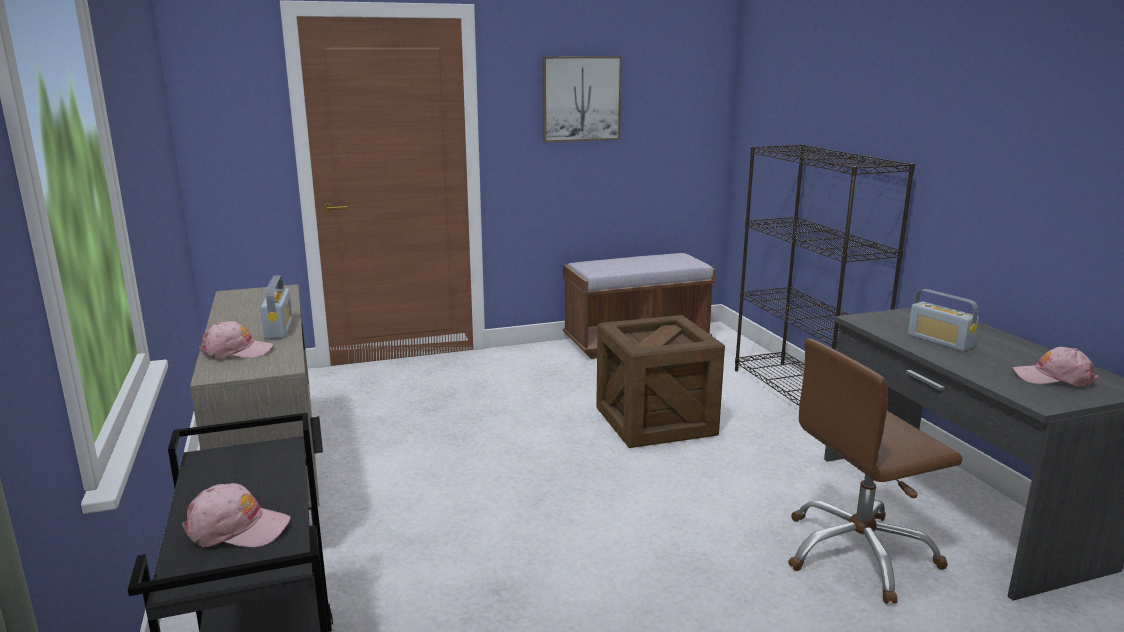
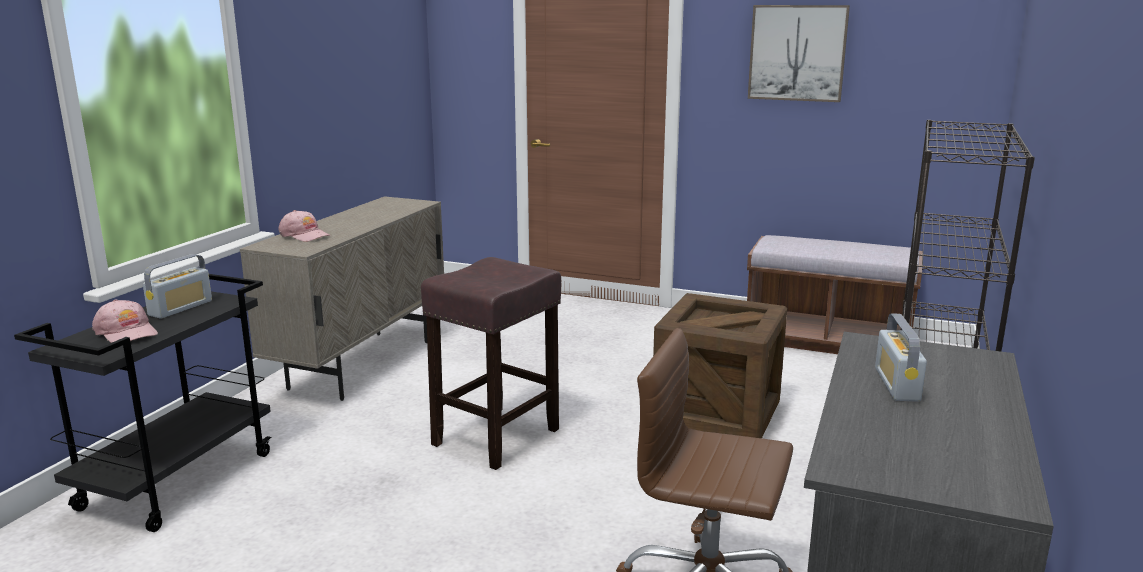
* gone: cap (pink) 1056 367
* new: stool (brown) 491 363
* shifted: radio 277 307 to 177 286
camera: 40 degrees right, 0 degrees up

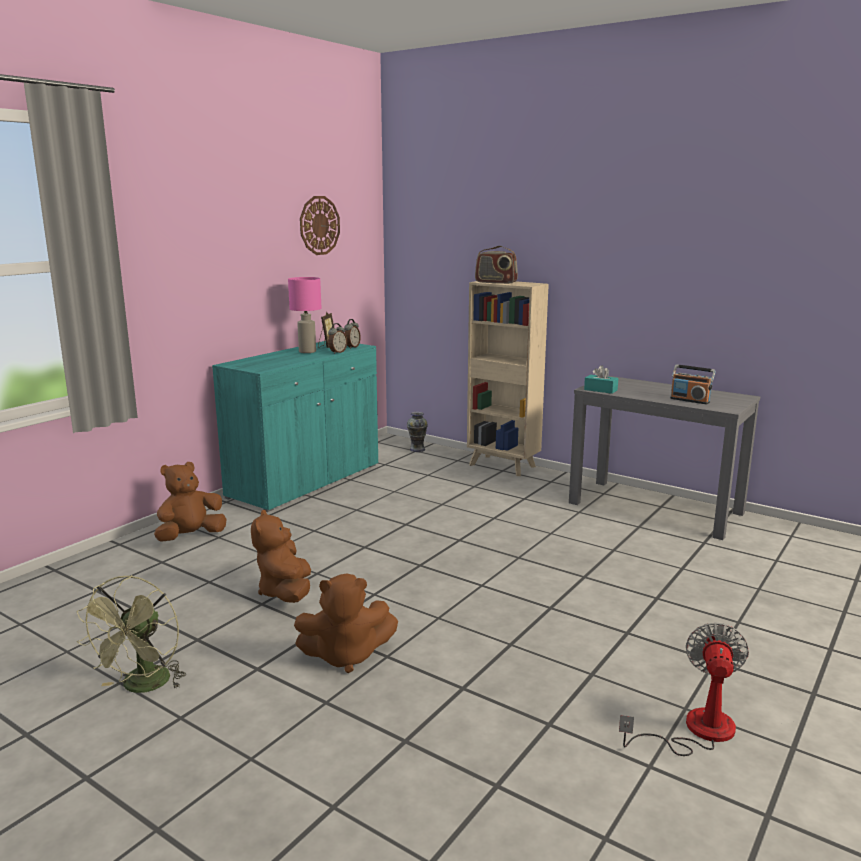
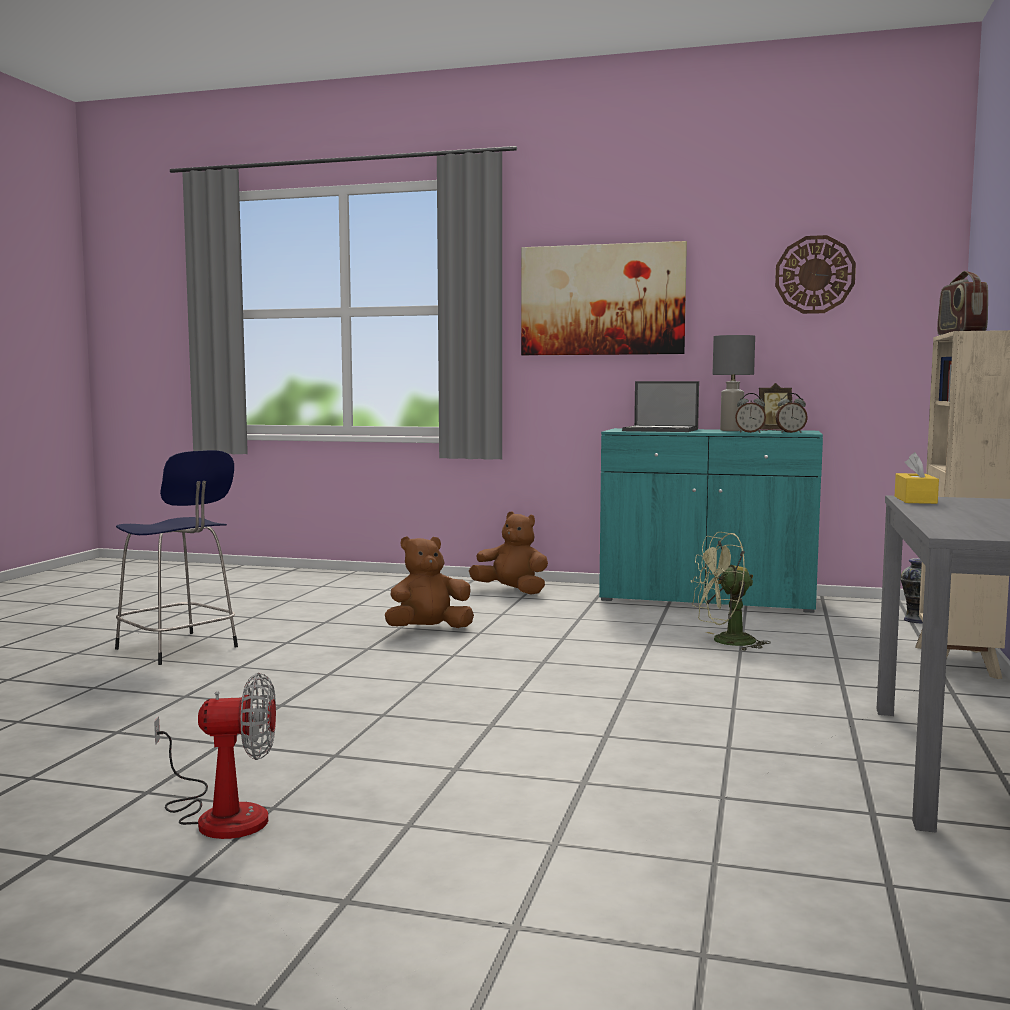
* gone: plush toy (brown) 346 623
* gone: radio 693 384
* new: stool (blue) 176 557
* new: picture 604 298
* new: laptop 660 406
* shifted: fan (green) 131 634 to 731 591
* repainted: table lamp (pink) 305 315 to table lamp (grey) 734 383
* repainted: tissue box (turquoise) 601 380 to tissue box (yellow) 917 478
camera: 70 degrees right, 10 degrees down

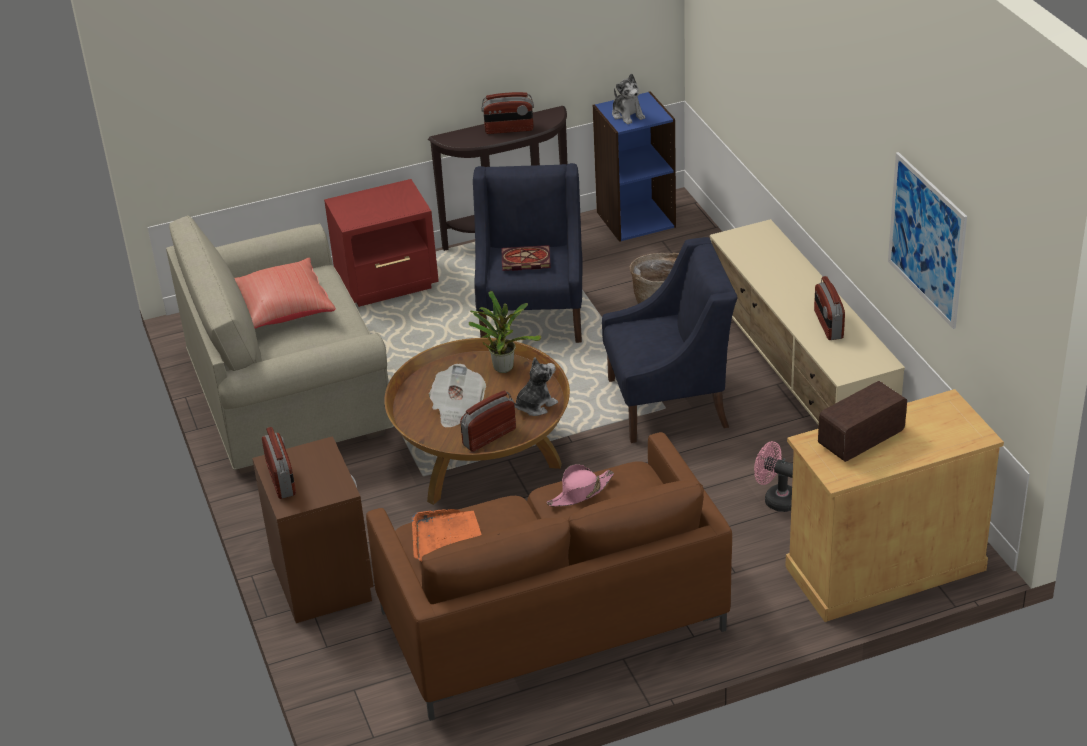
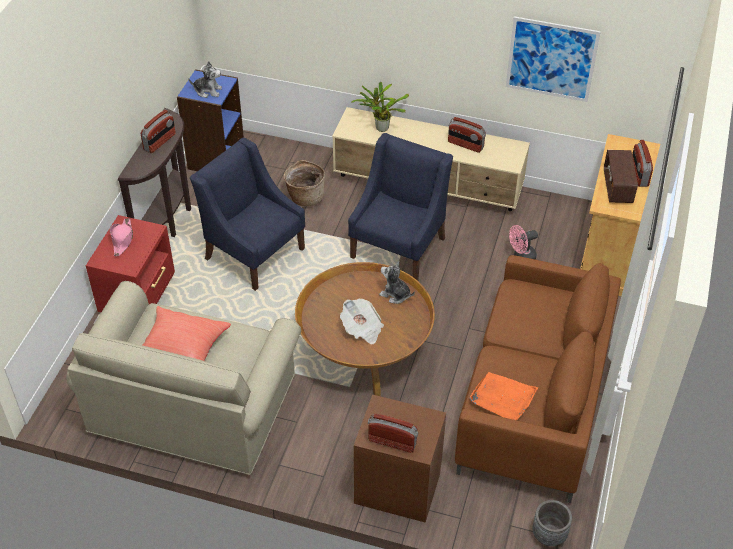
* gone: book 526 258
* new: planter (grey) 552 523
* shifted: radio 488 421 to 642 163
* shifted: potted plant 505 332 to 380 107
* shifted: hat (pink) 580 485 to 121 237
* rotated: plush toy 536 386 = 397 283 60 degrees counterclockwise
camera: 55 degrees left, 10 degrees up

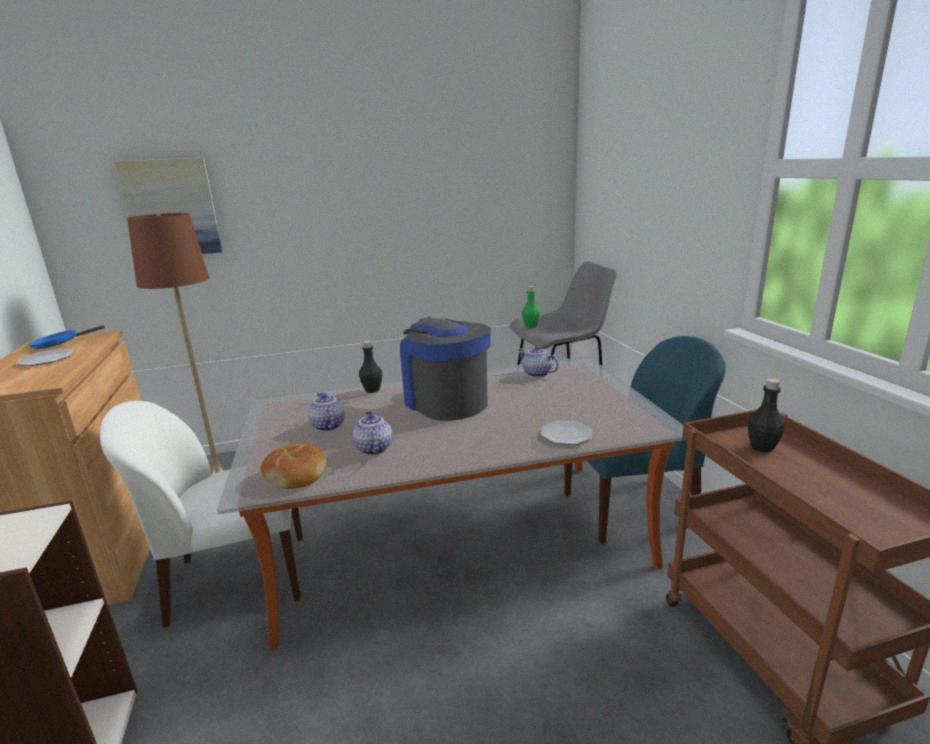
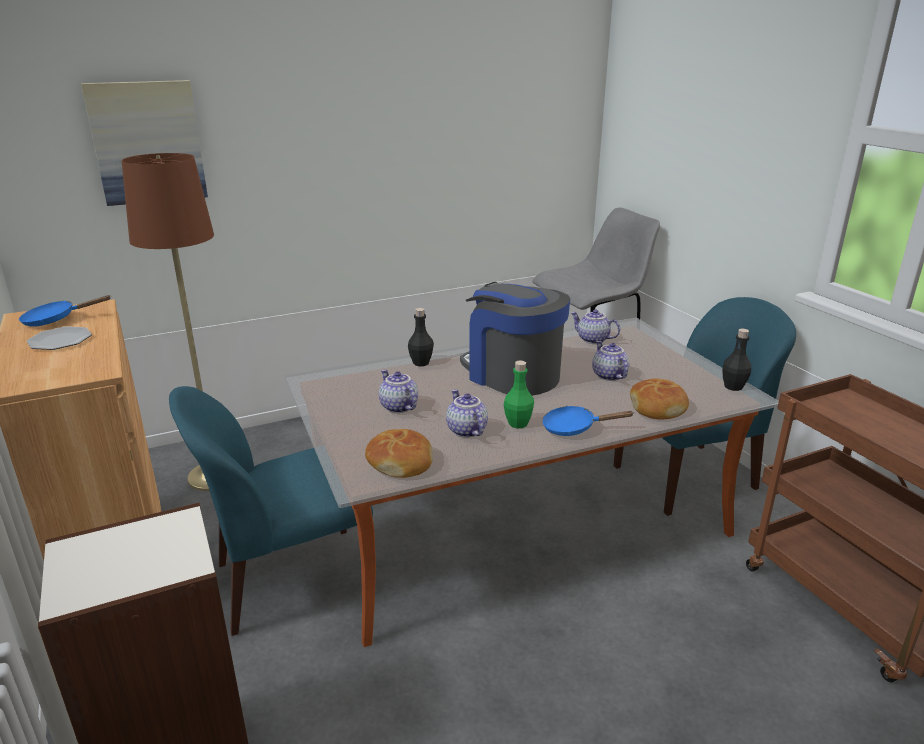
* new: frying pan (blue) 588 421
* new: teapot 610 361
* shifted: bottle (green) 531 307 to 519 394
* shifted: bottle (black) 766 415 to 737 360
* swapped: plate 566 433 to bread 659 399
* repainted: chair (white) 201 514 to chair (blue) 271 511
camera: 10 degrees left, 5 degrees up

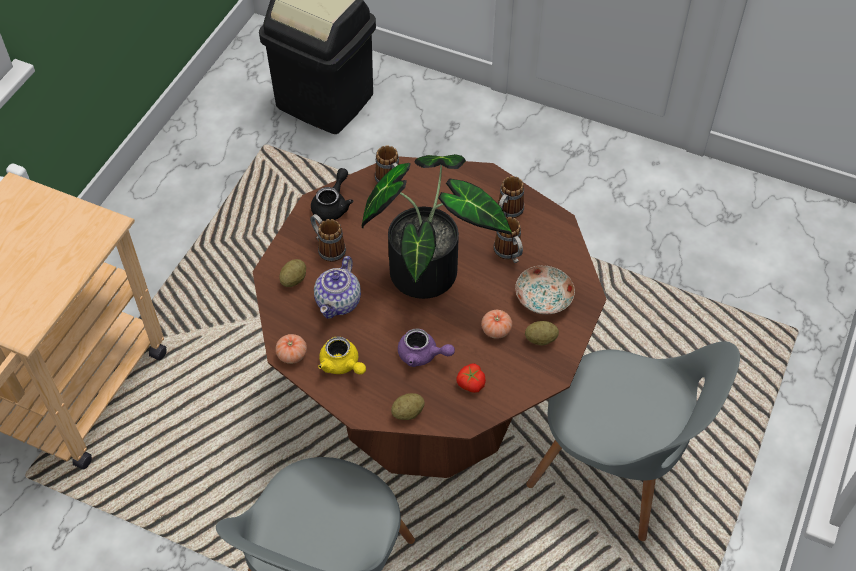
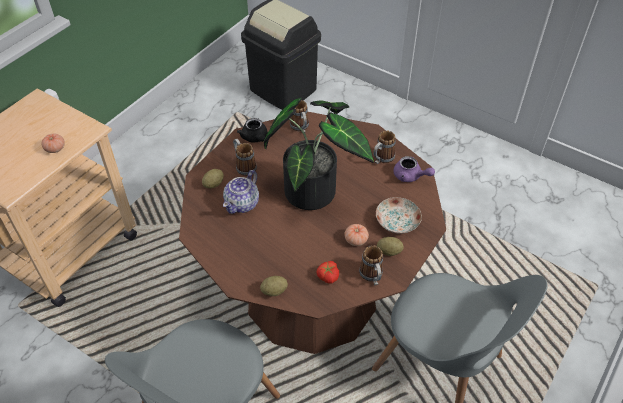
* gone: teapot (yellow) 342 355
* shifted: tomato 291 349 to 53 143
* shifted: teapot (purple) 426 348 to 414 169
* shifted: mug 508 240 to 371 265
* rotated: teapot (black) 332 194 = 252 130 120 degrees clockwise
camera: 10 degrees right, 5 degrees down

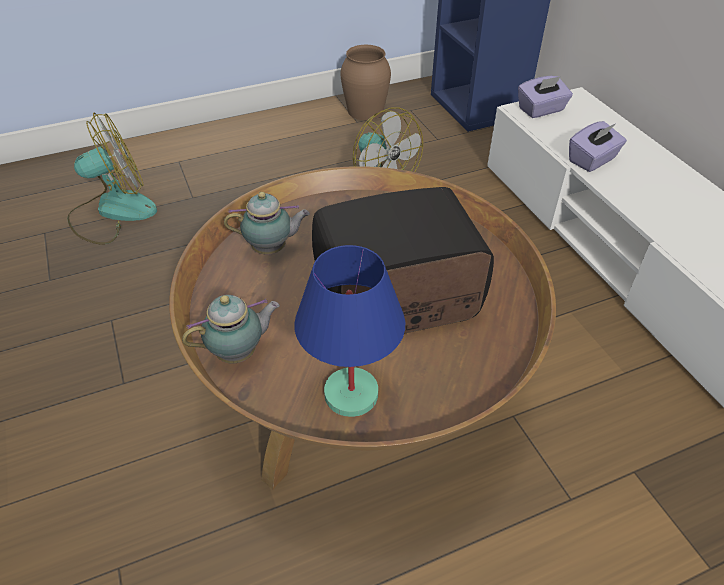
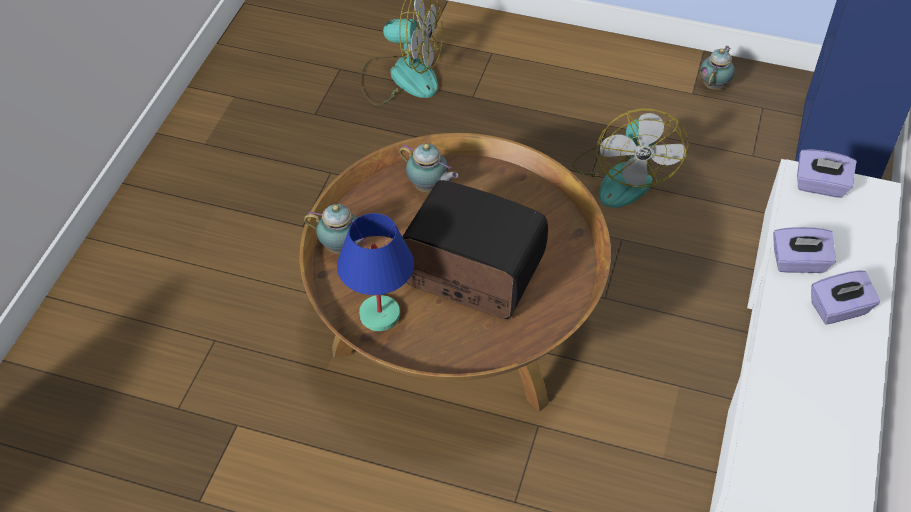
* new: tissue box (purple) 845 297
* swapped: vase (brown) 365 82 to teapot 717 68
camera: 40 degrees right, 5 degrees up

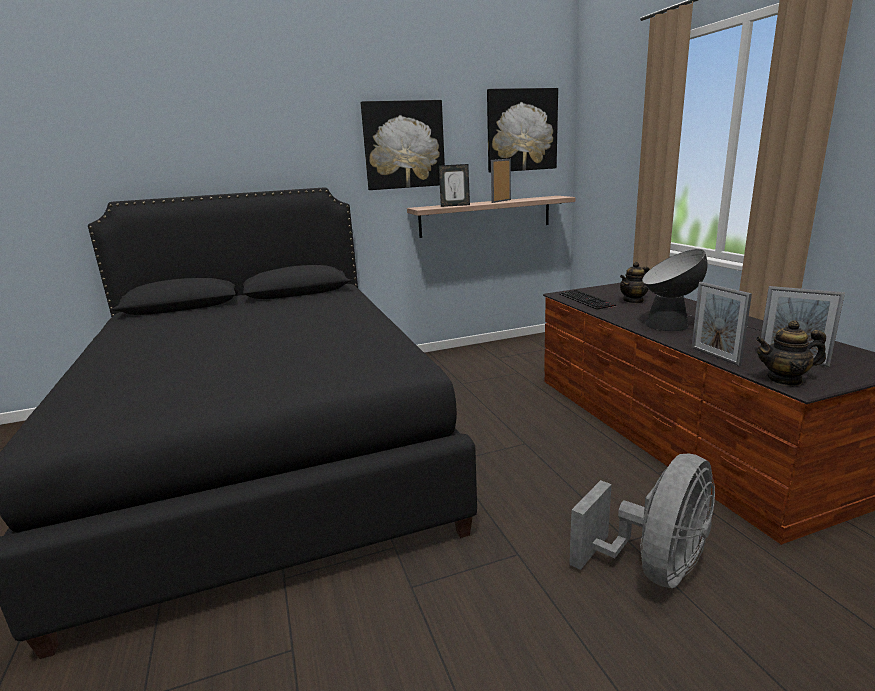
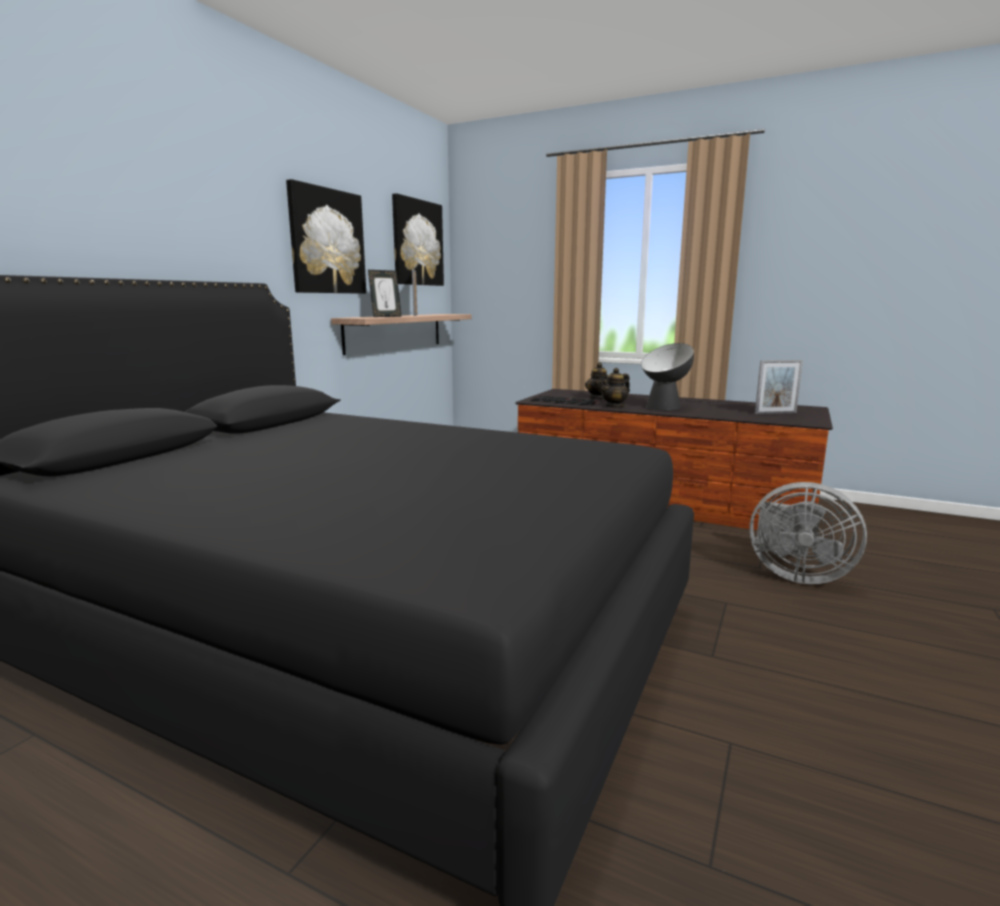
* gone: picture frame 722 324
* shifted: teapot 790 353 to 615 388
* rotated: fan (grey) 642 521 = 808 533 120 degrees clockwise
camera: 45 degrees left, 5 degrees down

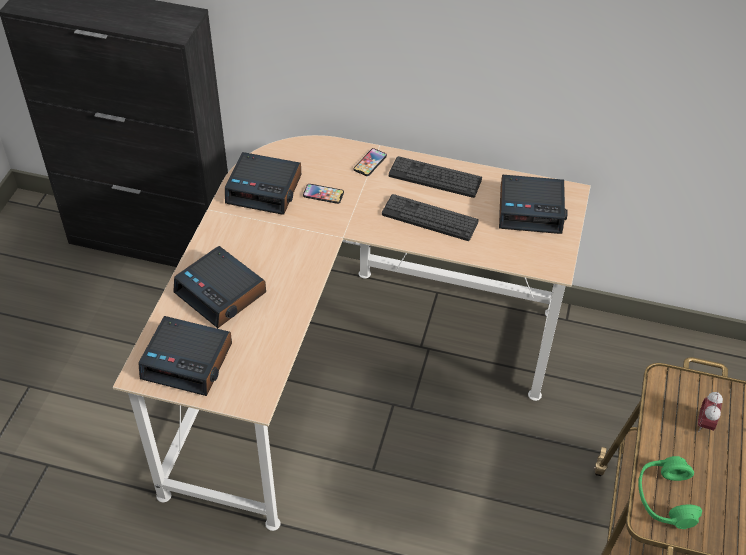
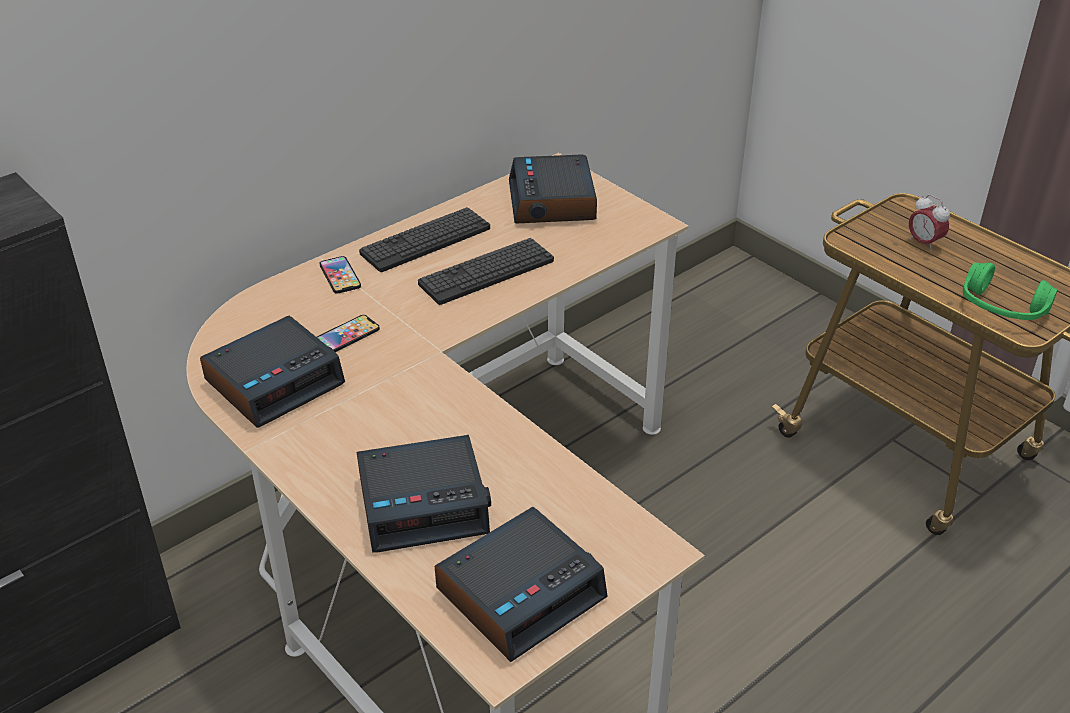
* rotated: alarm clock 533 204 = 553 188 135 degrees clockwise
camera: 55 degrees left, 10 degrees down

